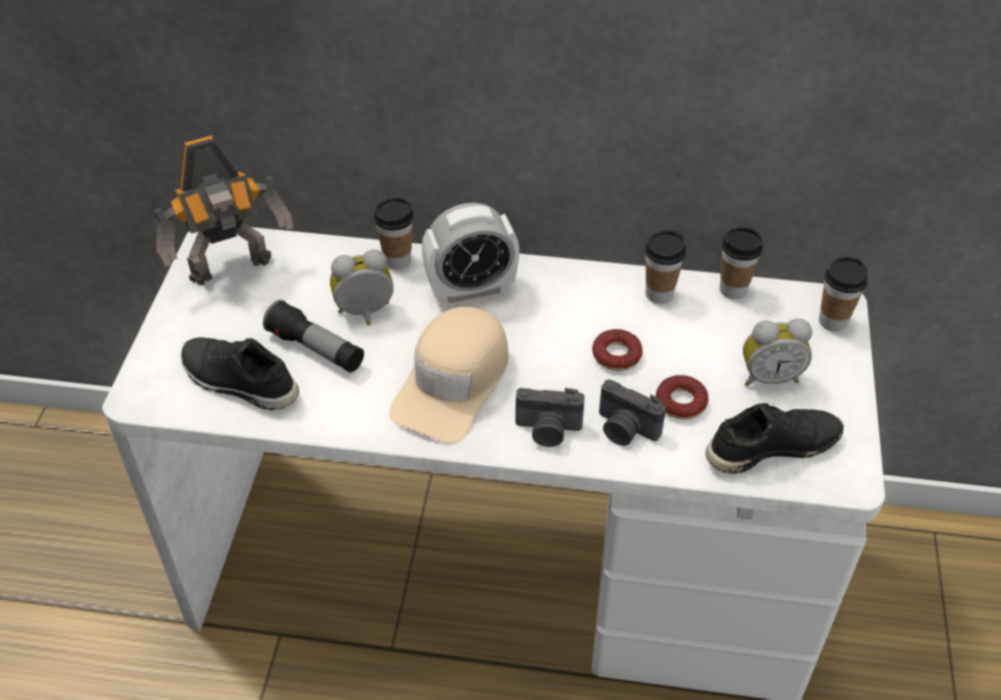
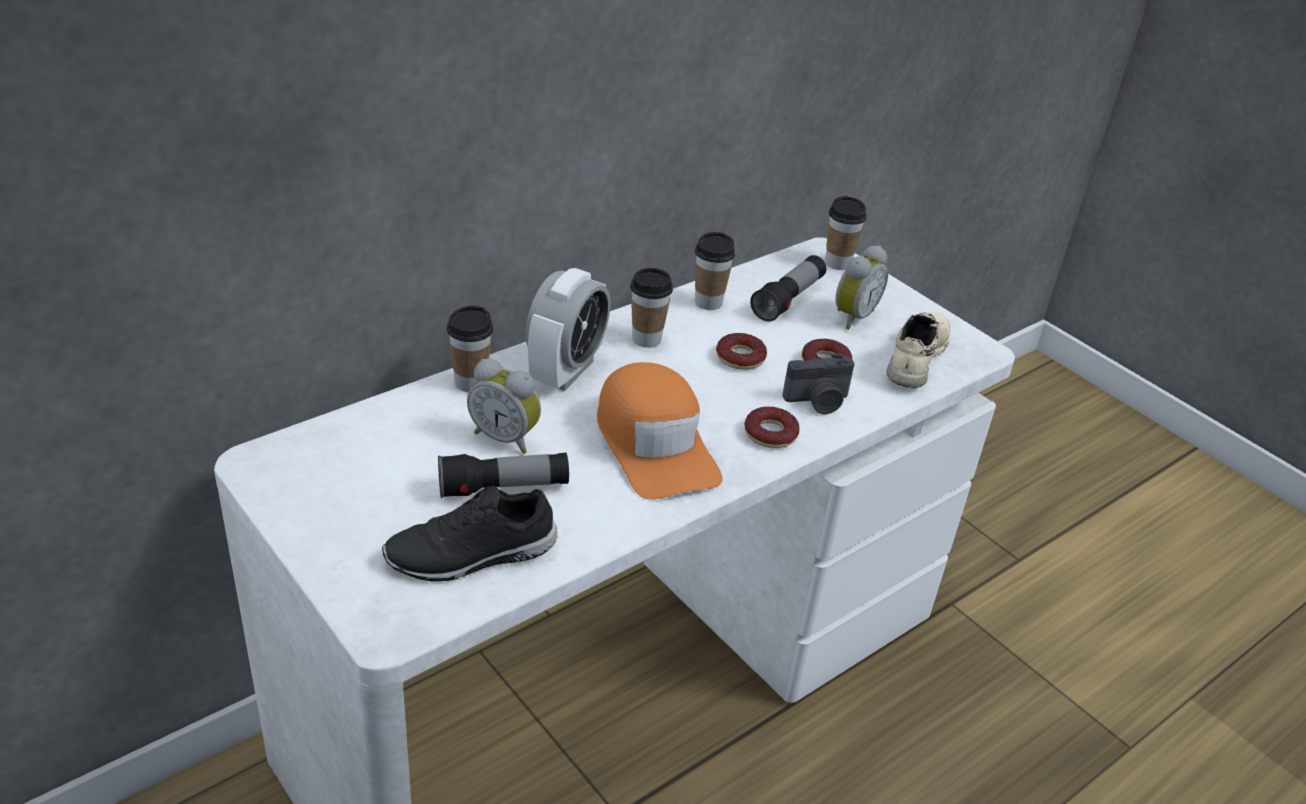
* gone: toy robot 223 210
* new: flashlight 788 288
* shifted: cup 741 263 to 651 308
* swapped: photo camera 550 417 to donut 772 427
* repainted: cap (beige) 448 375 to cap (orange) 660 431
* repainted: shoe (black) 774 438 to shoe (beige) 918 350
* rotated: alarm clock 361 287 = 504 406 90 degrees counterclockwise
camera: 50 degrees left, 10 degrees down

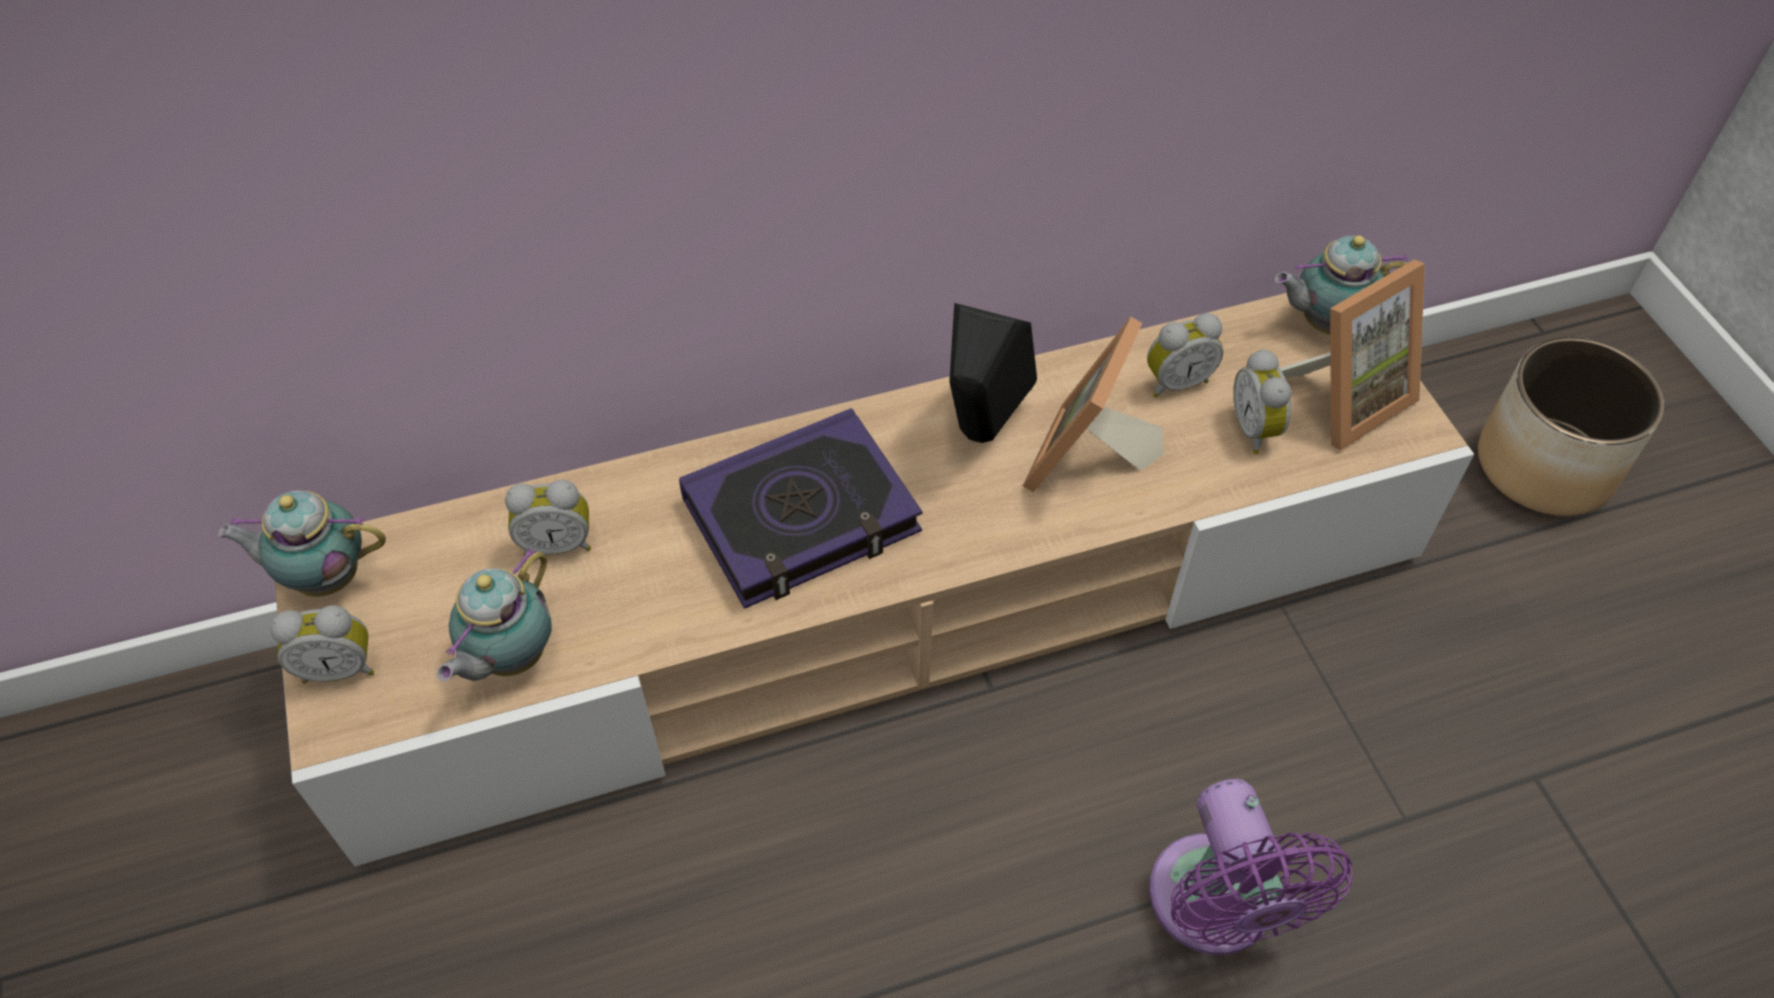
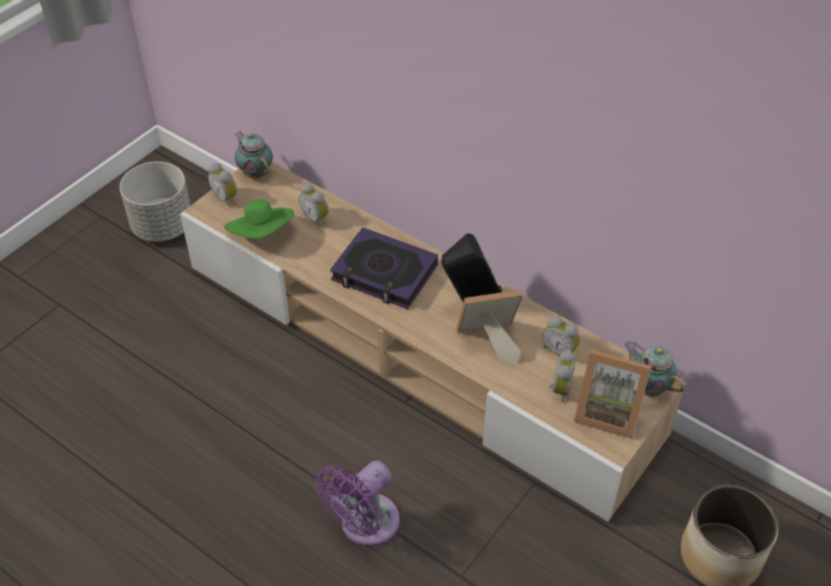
* new: planter (grey) 155 202
* swapped: teapot 494 614 to hat (green) 259 219
* rotated: alarm clock 1262 401 = 562 376 150 degrees clockwise
camera: 55 degrees right, 5 degrees down

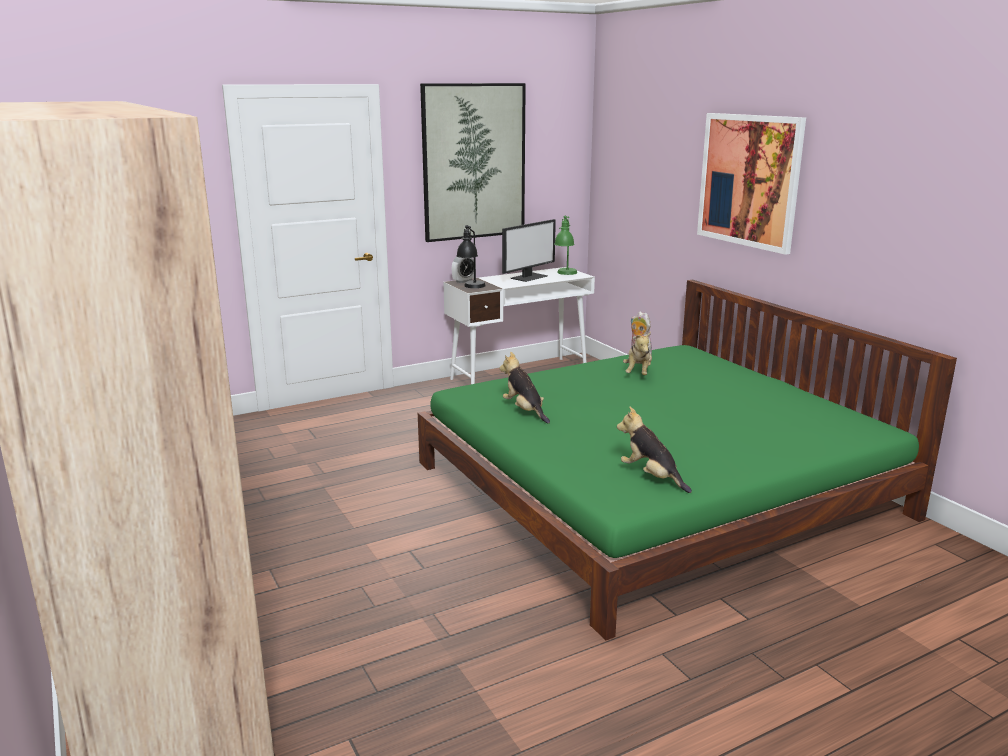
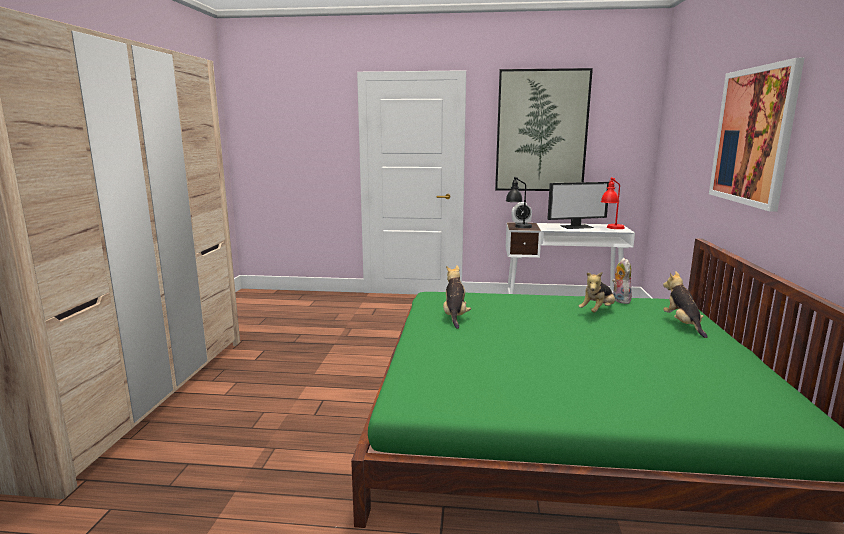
* shifted: plush toy 654 450 to 685 304
* repainted: table lamp (green) 565 245 to table lamp (red) 613 203
camera: 35 degrees right, 5 degrees down

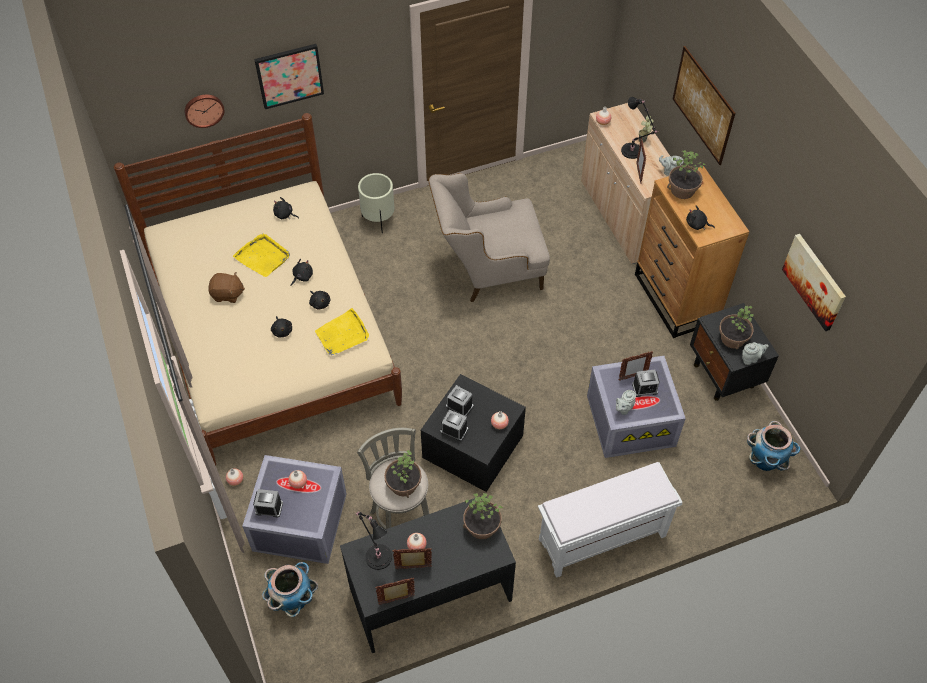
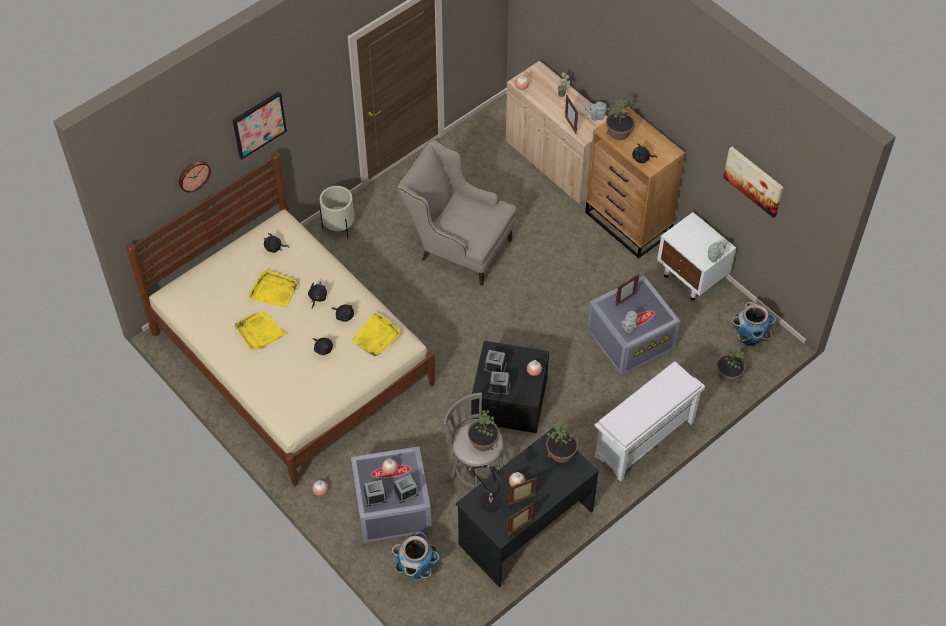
* gone: table lamp (black) 639 128
* gone: picture 703 105
* shifted: alarm clock 646 383 to 406 488
* shifted: potted plant 736 327 to 731 364
* swapped: plush toy (brown) 226 287 to tray (yellow) 260 330
* repainted: nightstand (black) 734 352 to nightstand (white) 696 256
* rotated: armchair (beige) 489 237 = 456 213 60 degrees clockwise
camera: 20 degrees left, 0 degrees up

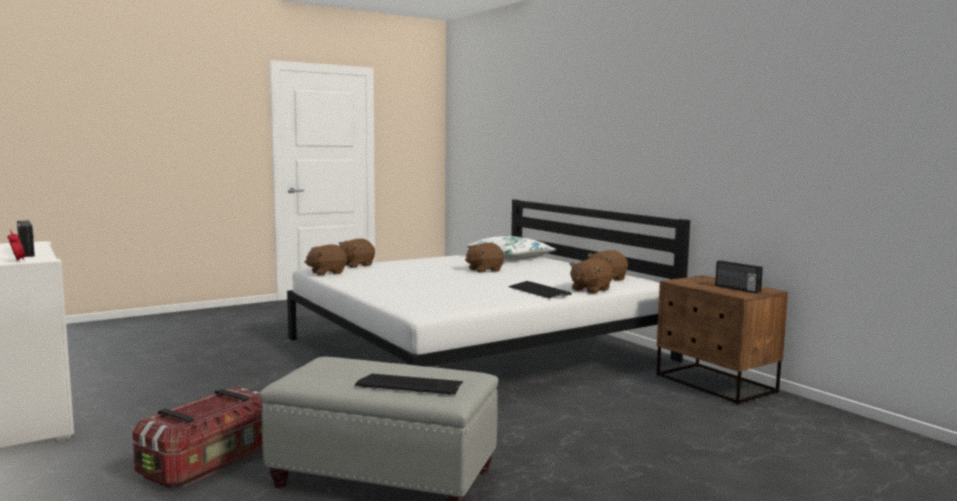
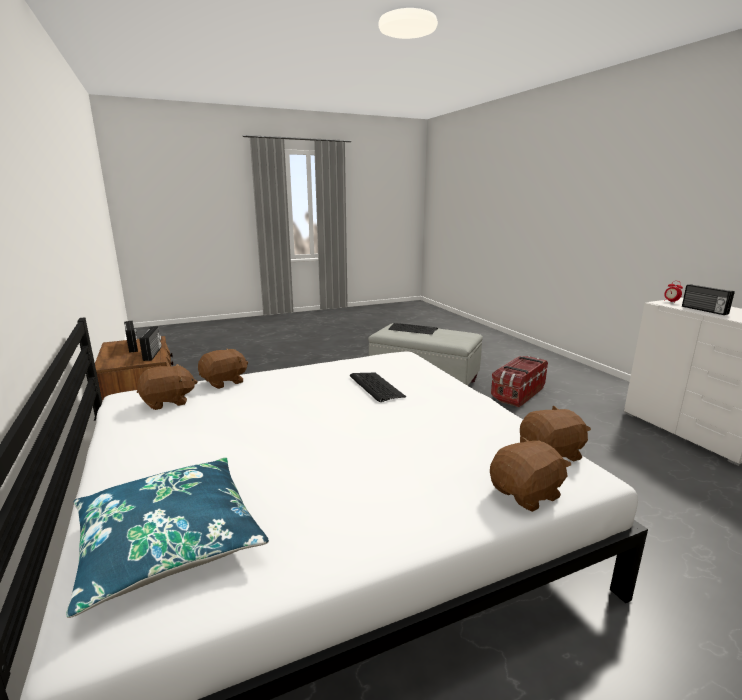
* gone: plush toy (brown) 484 258
* new: radio 150 343
* shifted: keyboard 540 289 to 378 387
* repainted: pillow (white) 511 248 to pillow (blue) 167 538
camera: 170 degrees left, 10 degrees up

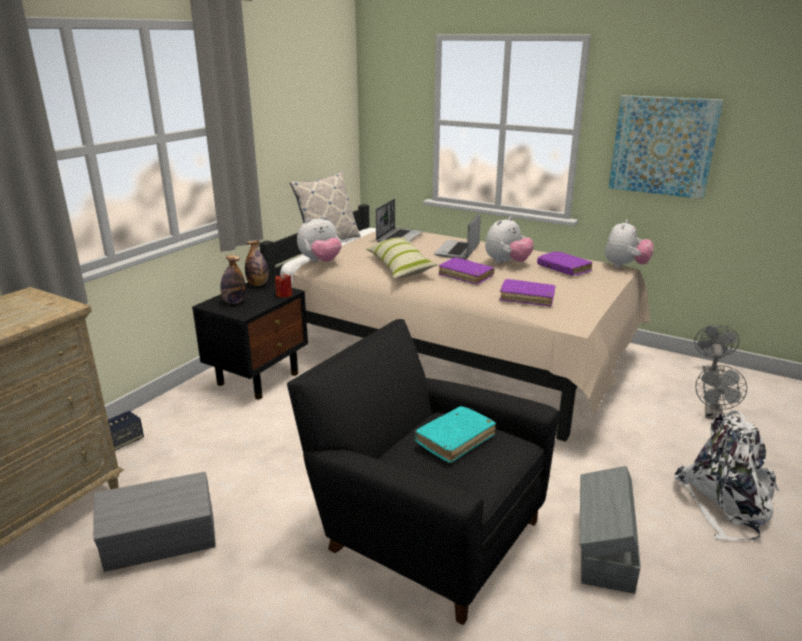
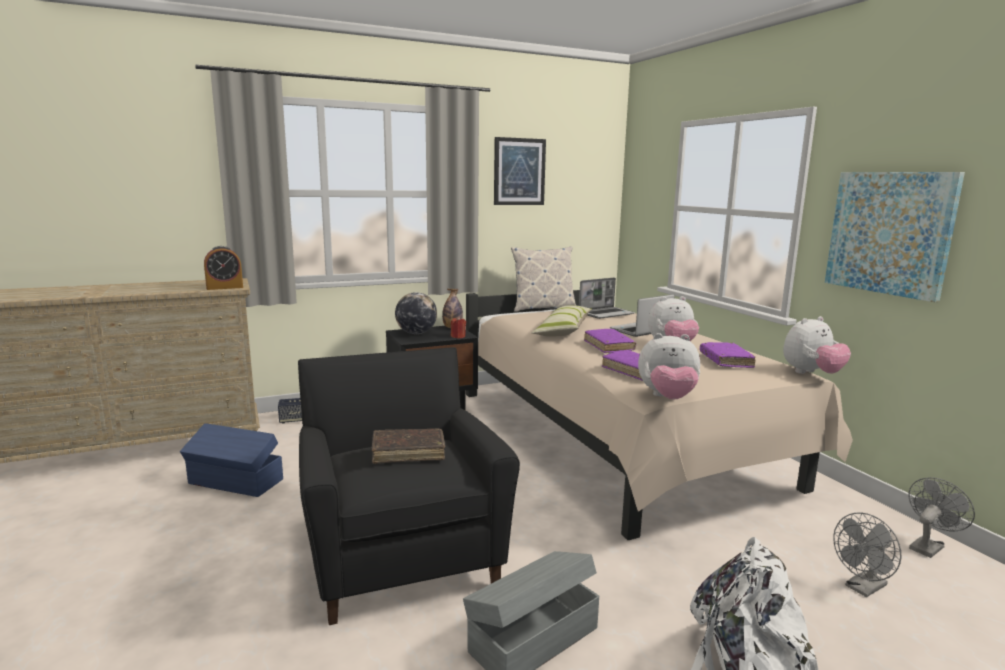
* new: alarm clock 223 268
* new: picture 520 171
* shifted: plush toy 319 239 to 669 366
* swapped: bottle 233 279 to globe 416 313
* repainted: storage box (grey) 154 522 to storage box (blue) 231 460
* repainted: book (turquoise) 455 434 to book (brown) 408 446
camera: 35 degrees right, 10 degrees down

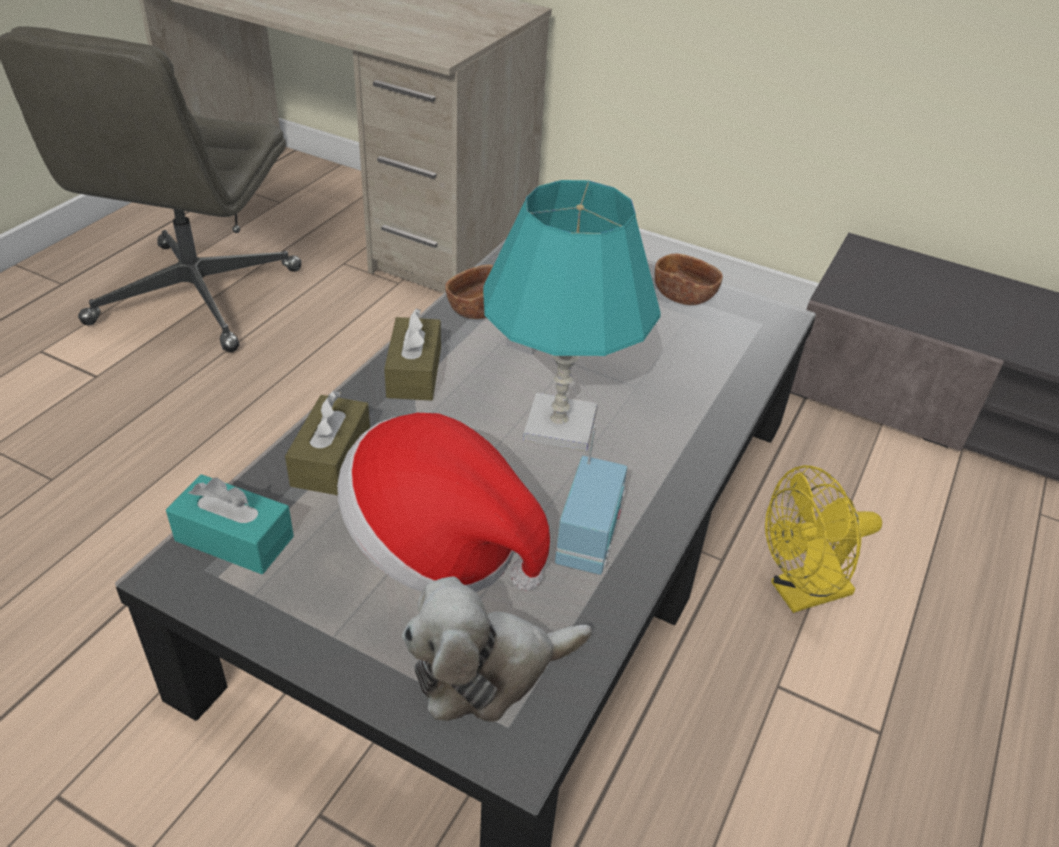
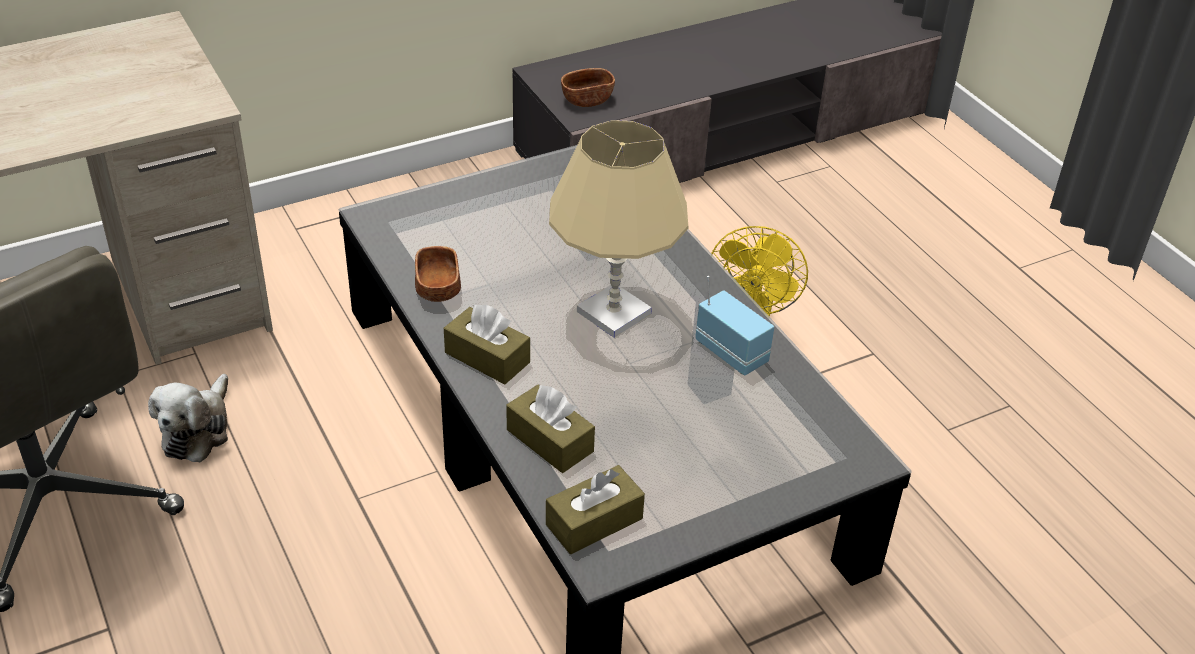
* gone: hat 443 502
* shifted: plush toy 497 649 to 188 418
* shifted: bowl (brown) 689 279 to 588 87
* repainted: tissue box (turquoise) 230 524 to tissue box (brown) 595 509
* repainted: table lamp (turquoise) 572 315 to table lamp (beige) 619 229
camera: 55 degrees left, 0 degrees up

